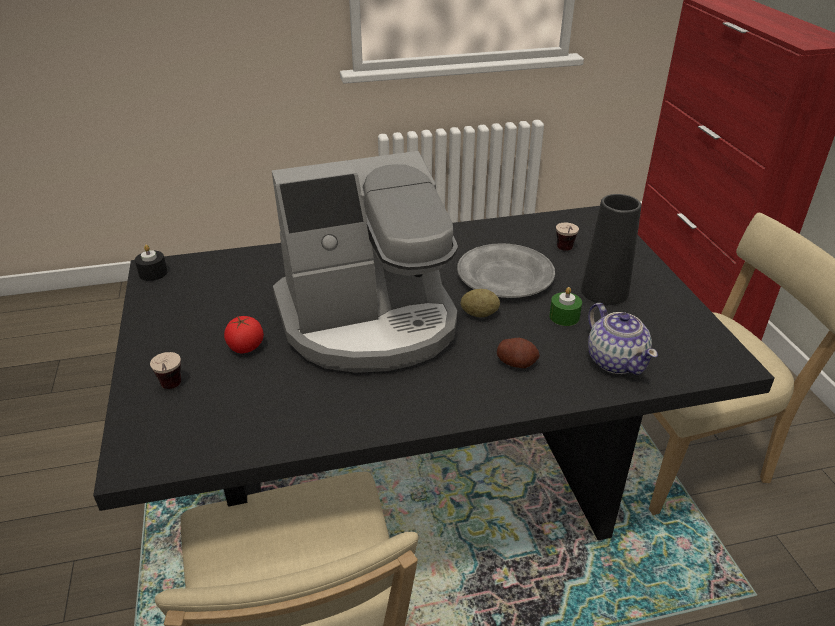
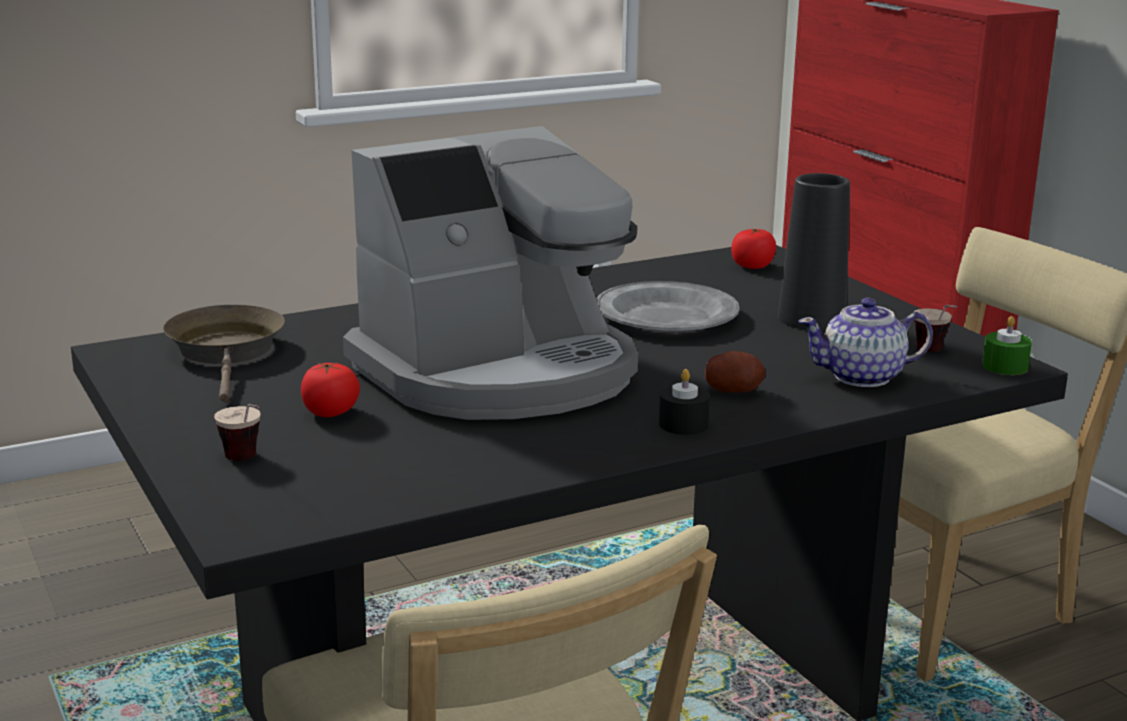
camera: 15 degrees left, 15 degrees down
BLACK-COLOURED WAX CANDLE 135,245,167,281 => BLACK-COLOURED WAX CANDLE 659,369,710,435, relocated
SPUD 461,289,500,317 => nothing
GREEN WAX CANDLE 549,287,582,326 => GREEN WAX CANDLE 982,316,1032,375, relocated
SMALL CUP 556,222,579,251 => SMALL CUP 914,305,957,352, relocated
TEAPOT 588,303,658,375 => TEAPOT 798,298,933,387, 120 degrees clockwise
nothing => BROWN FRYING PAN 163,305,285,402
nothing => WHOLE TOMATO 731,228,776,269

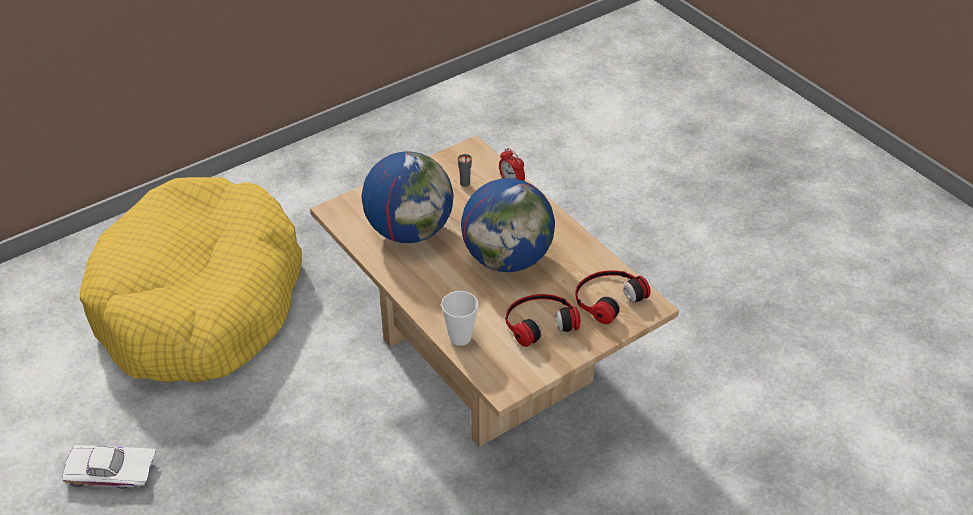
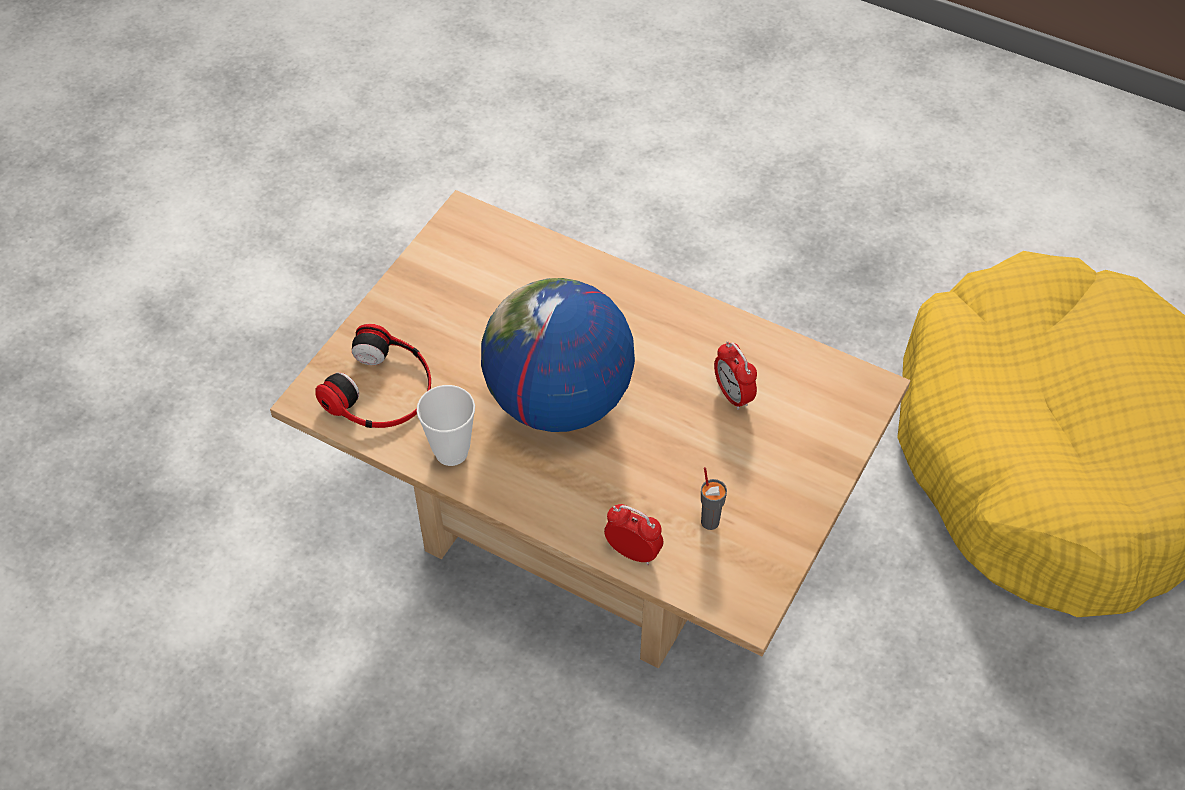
camera: 155 degrees right, 10 degrees up
WHITISH TOY CAR 62,445,156,489 => nothing
GLOBE 362,151,454,243 => BEDSIDE CLOCK 714,341,757,410
SMALL CUP 441,291,478,346 => SMALL CUP 417,385,475,466, relocated
HEADSET 505,294,581,347 => nothing

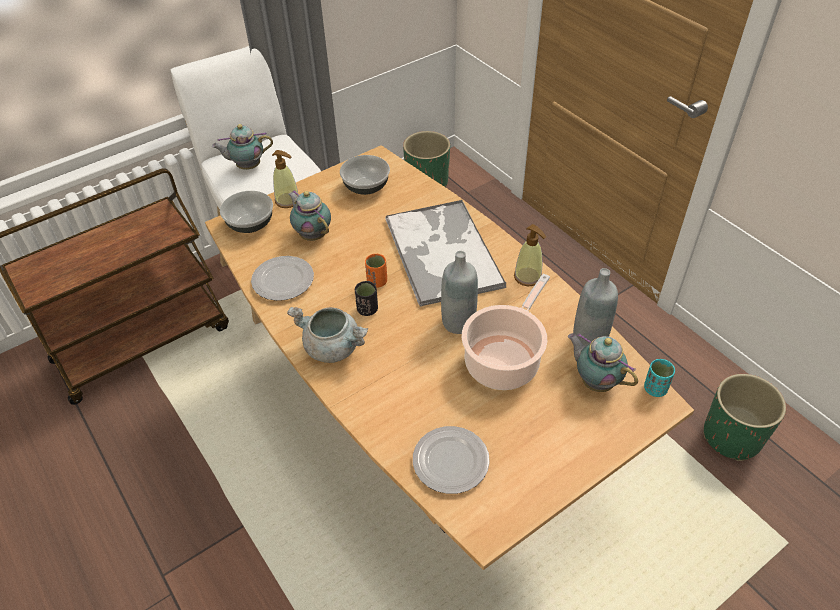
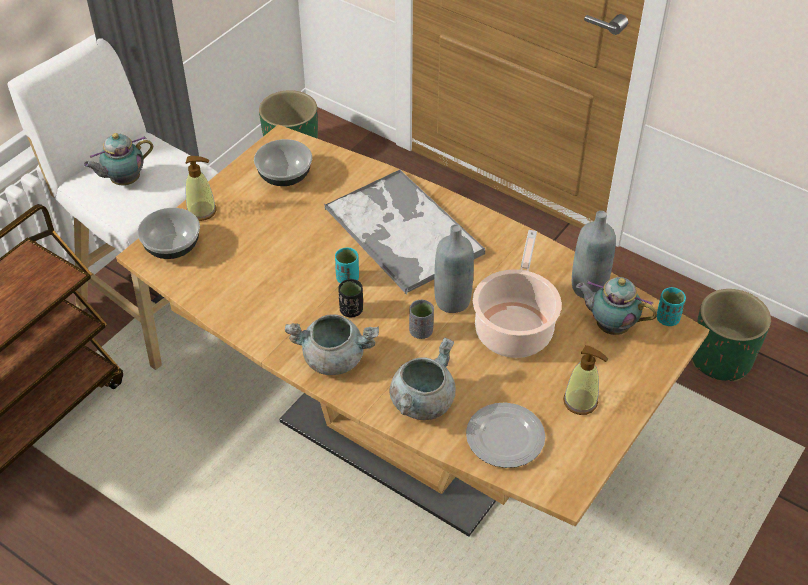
camera: 20 degrees left, 0 degrees up
FLAT DISH 251,256,314,301 => nothing
TEAPOT 288,190,331,241 => nothing
ORANGE-COLOURED SMALL CUP 365,254,387,288 => TURQUOISE-COLOURED SMALL CUP 335,248,359,283
LIQUID SOAP BOTTLE 514,224,546,286 => LIQUID SOAP BOTTLE 563,345,608,415, relocated
nothing => GRAY SAUCEPOT 389,337,456,420
nothing => GRAY SMALL CUP 409,300,434,339

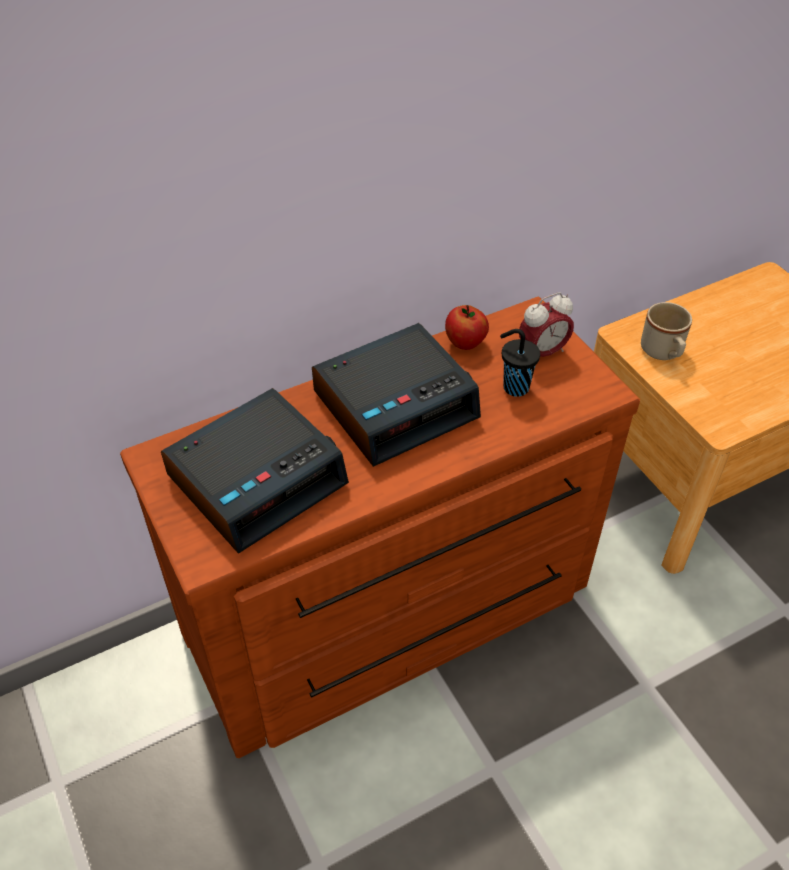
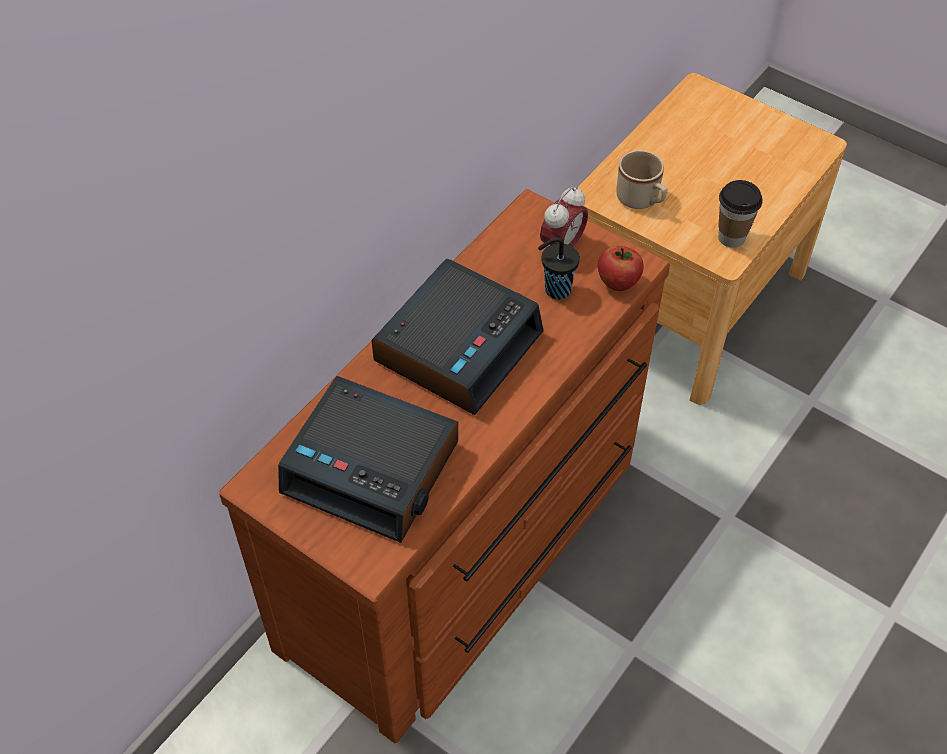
camera: 25 degrees left, 5 degrees up
BEDSIDE CLOCK 161,388,349,554 => BEDSIDE CLOCK 278,376,458,543, 90 degrees clockwise
APPLE 445,305,489,350 => APPLE 598,246,644,291, relocated
nothing => SMALL CUP 718,180,762,248

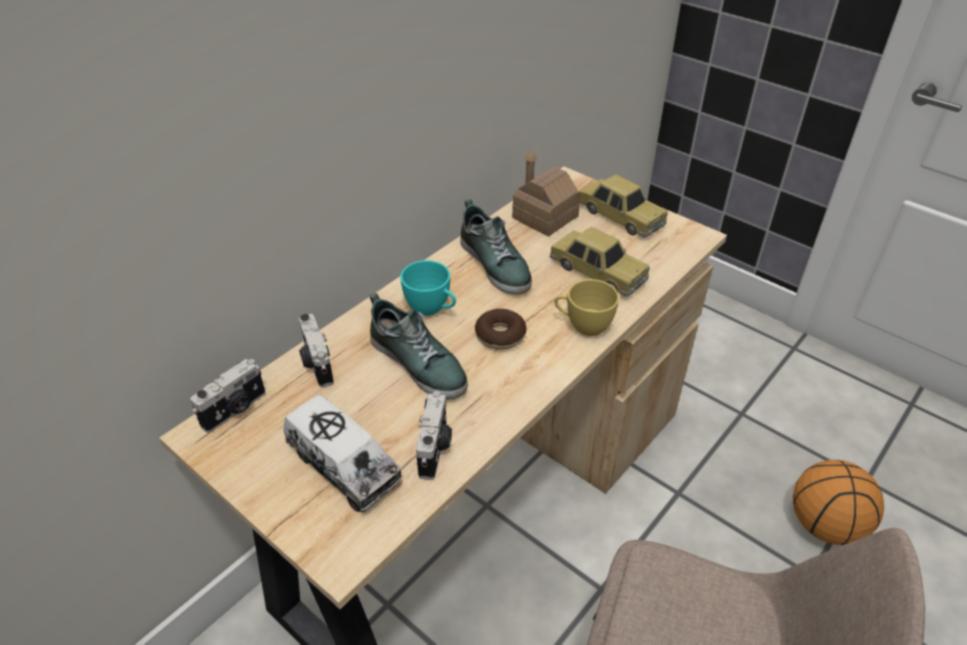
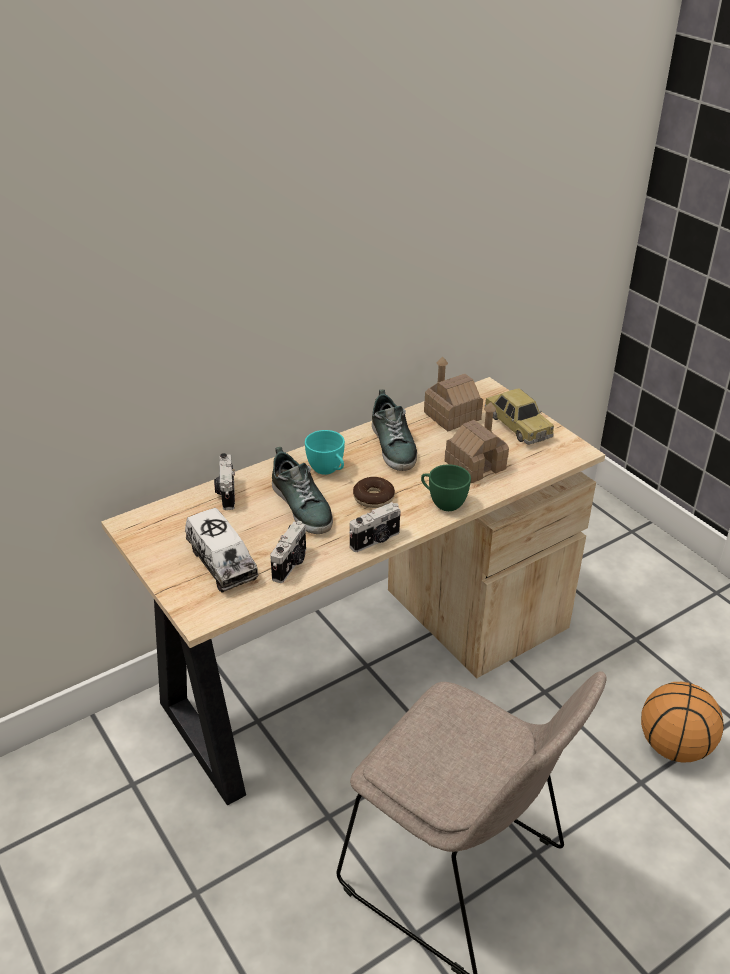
camera: 15 degrees right, 5 degrees down
PHOTO CAMERA 190,359,266,433 => PHOTO CAMERA 349,502,401,552, relocated
TOY CAR 550,227,650,297 => MINIATURE HOUSE 445,402,509,483
YELLOW SMALL CUP 554,279,619,336 => GREEN SMALL CUP 421,464,471,511

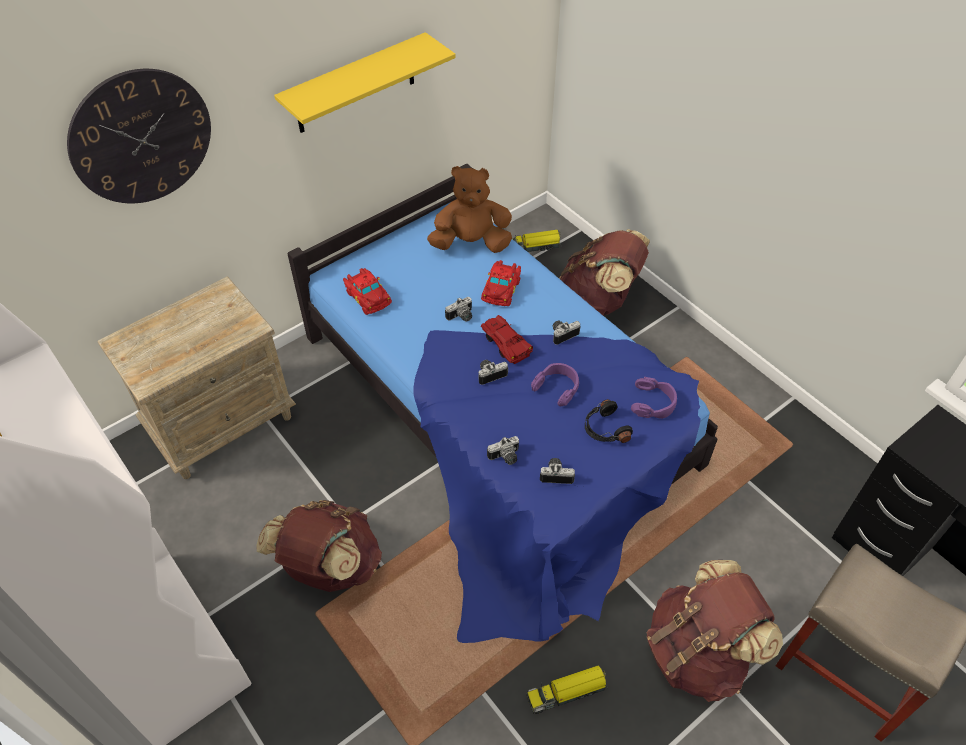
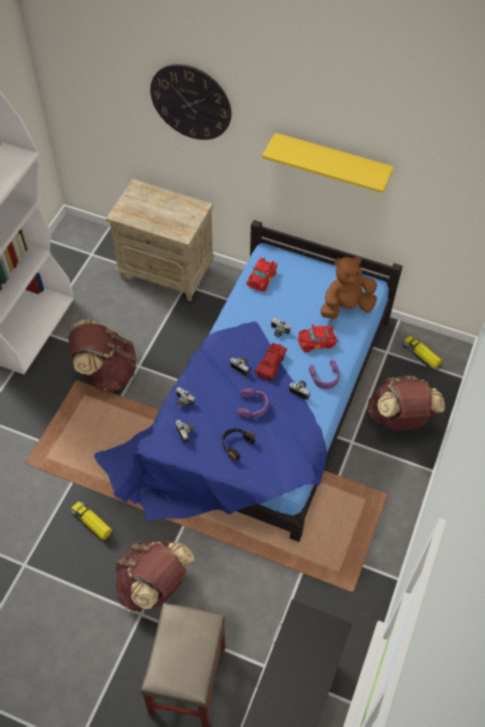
camera: 60 degrees right, 5 degrees up
BROWN PLUSH TOY 427,166,512,253 => BROWN PLUSH TOY 320,256,377,319, 75 degrees counterclockwise
PURPLISH HEADSET 631,377,677,419 => PURPLISH HEADSET 309,360,340,389, relocated

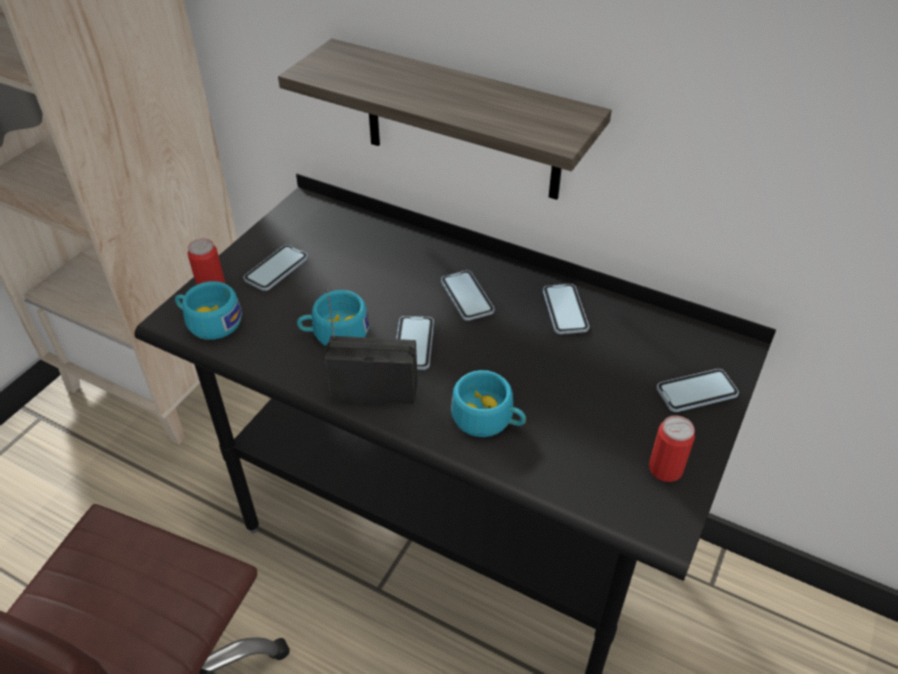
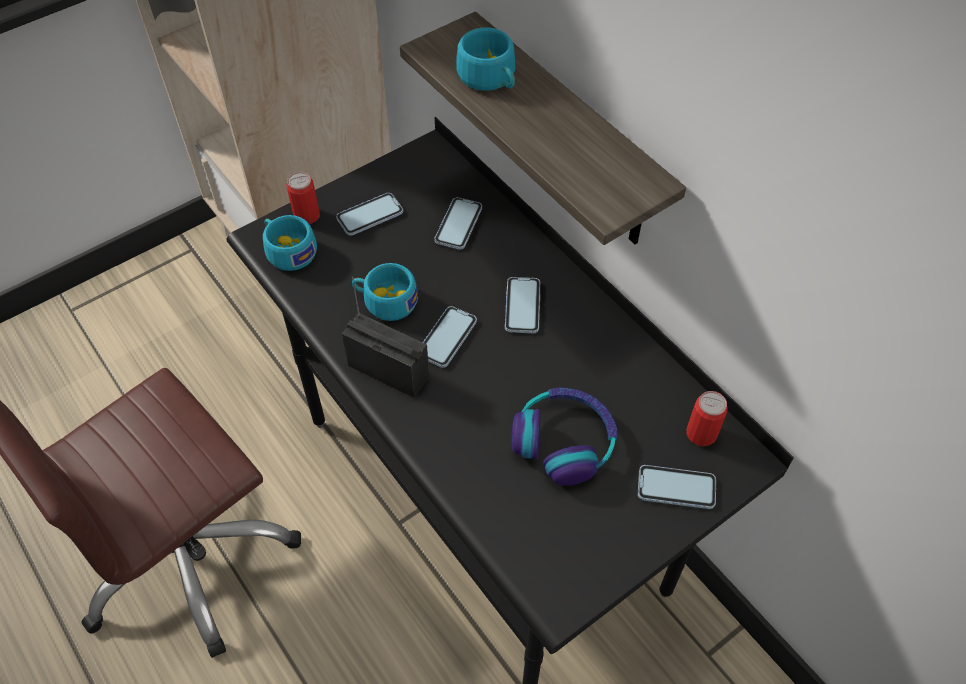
camera: 25 degrees right, 10 degrees up
TURQUOISE-COLOURED SMALL CUP 451,370,526,437 => TURQUOISE-COLOURED SMALL CUP 456,27,515,91, relocated
TELEPHONE 543,284,589,334 => TELEPHONE 434,197,482,250, relocated
CAN 649,415,695,482 => CAN 686,391,728,446, relocated
nothing => HEADSET 512,387,617,485

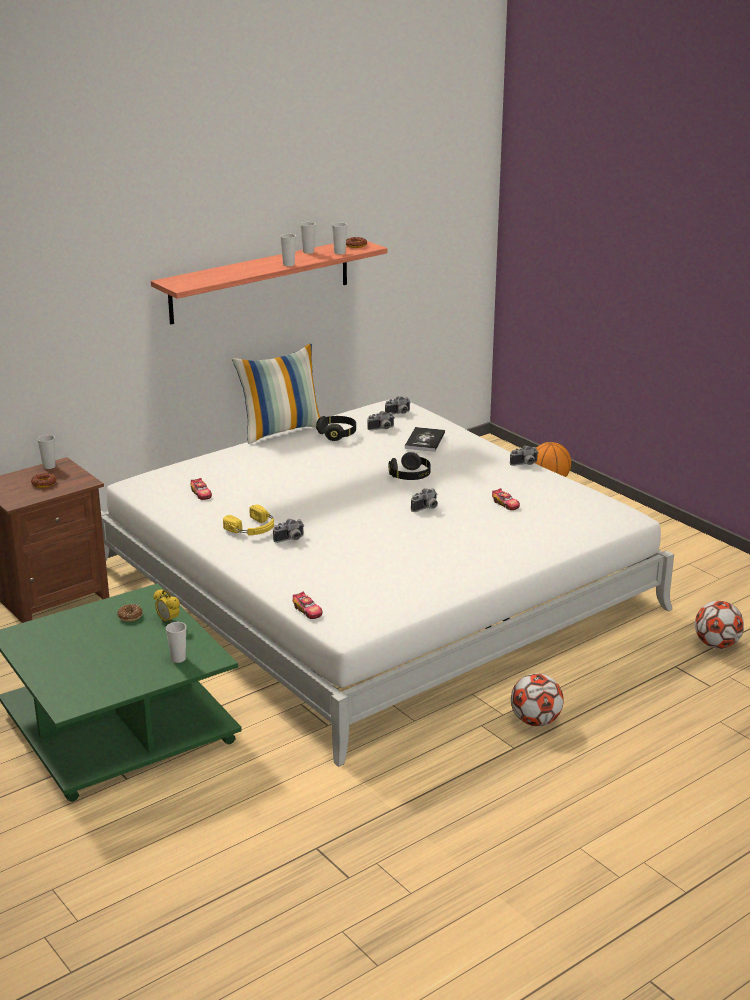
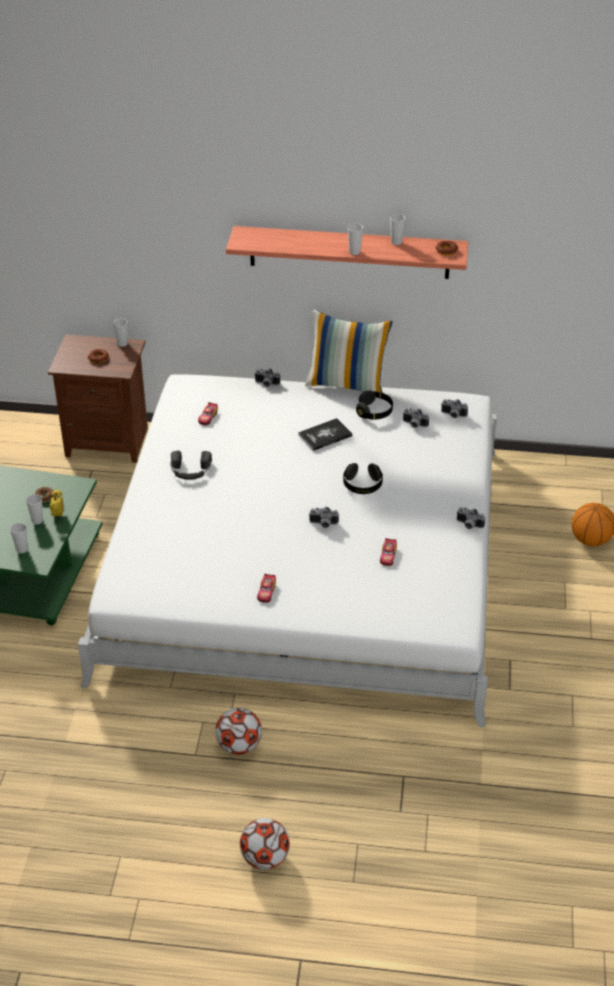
camera: 45 degrees right, 15 degrees up
YELLOW HEADSET 223,504,274,535 => BLACK-COLOURED HEADSET 171,450,212,480
PHOTO CAMERA 273,519,305,543 => PHOTO CAMERA 254,368,280,387, relocated
TOY CAR 293,591,323,619 => TOY CAR 257,574,276,603, relocated
SMALL CUP 332,223,348,254 => SMALL CUP 26,494,43,524, relocated
BOUND BOOK 405,427,445,452 => BOUND BOOK 298,418,353,451, relocated
FOOTBALL 695,601,744,649 => FOOTBALL 240,818,290,870, relocated

